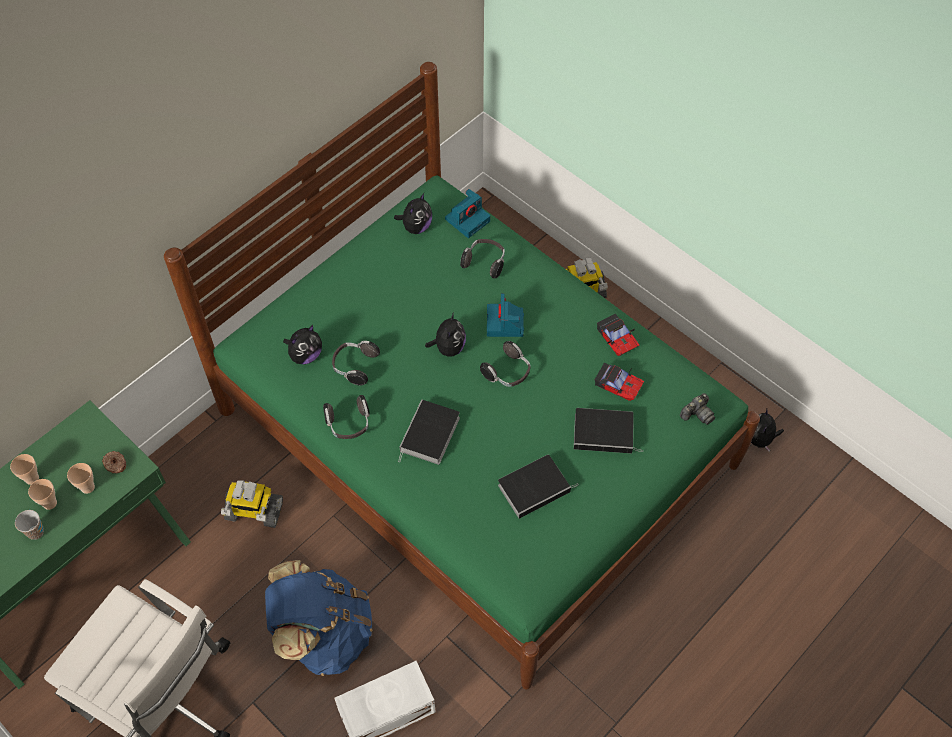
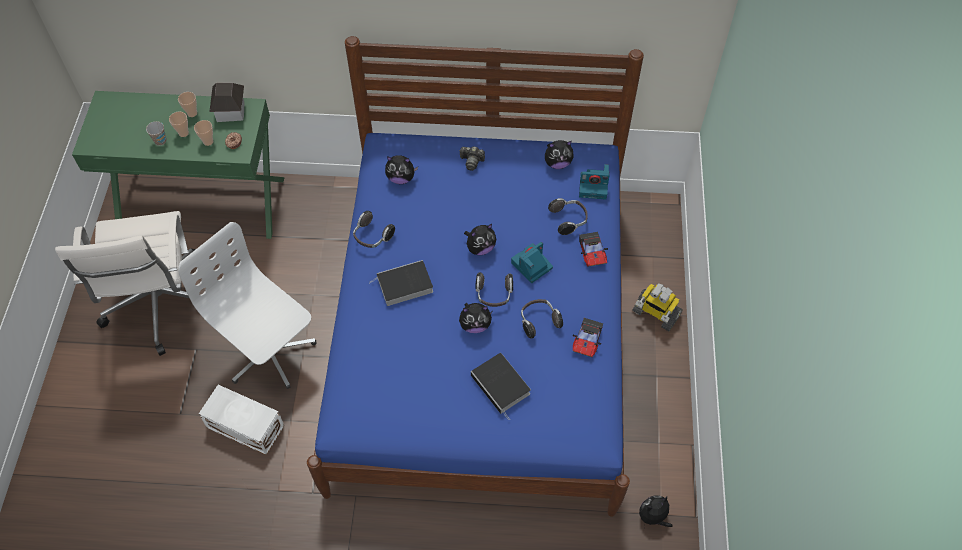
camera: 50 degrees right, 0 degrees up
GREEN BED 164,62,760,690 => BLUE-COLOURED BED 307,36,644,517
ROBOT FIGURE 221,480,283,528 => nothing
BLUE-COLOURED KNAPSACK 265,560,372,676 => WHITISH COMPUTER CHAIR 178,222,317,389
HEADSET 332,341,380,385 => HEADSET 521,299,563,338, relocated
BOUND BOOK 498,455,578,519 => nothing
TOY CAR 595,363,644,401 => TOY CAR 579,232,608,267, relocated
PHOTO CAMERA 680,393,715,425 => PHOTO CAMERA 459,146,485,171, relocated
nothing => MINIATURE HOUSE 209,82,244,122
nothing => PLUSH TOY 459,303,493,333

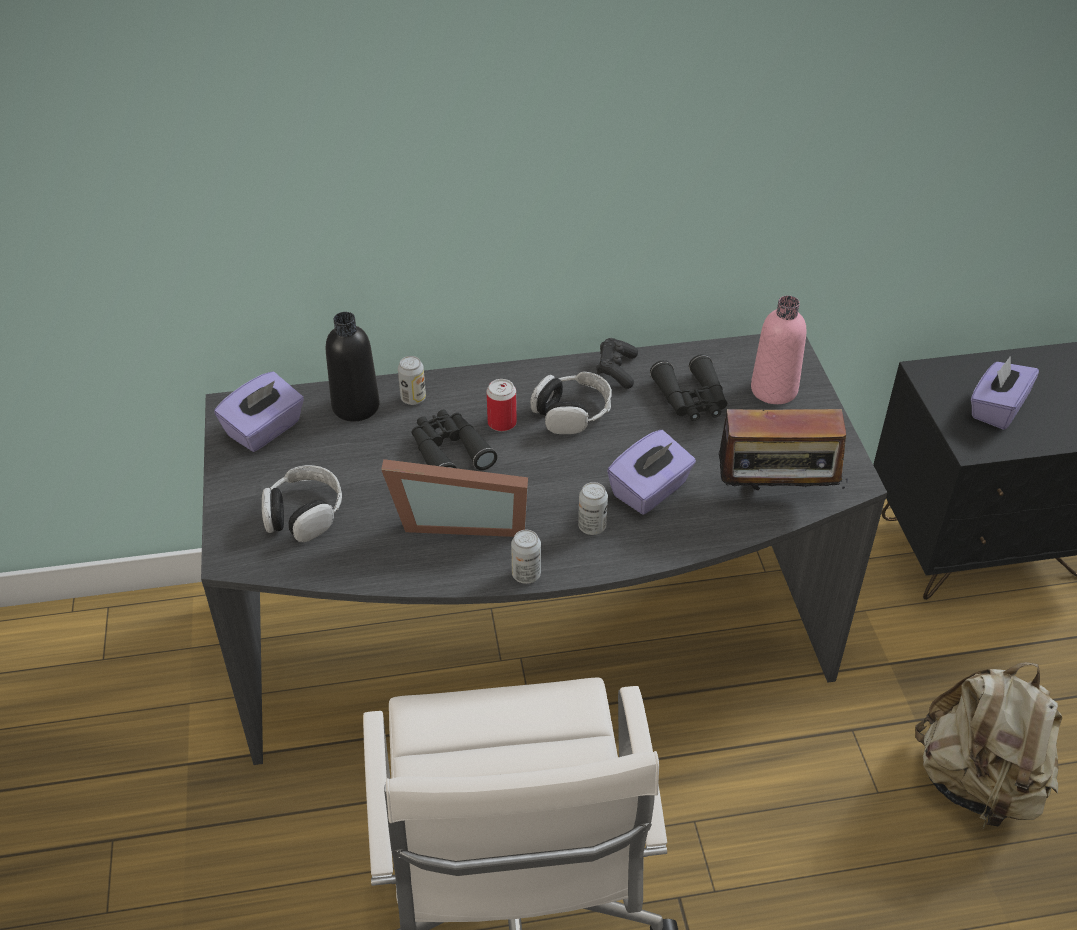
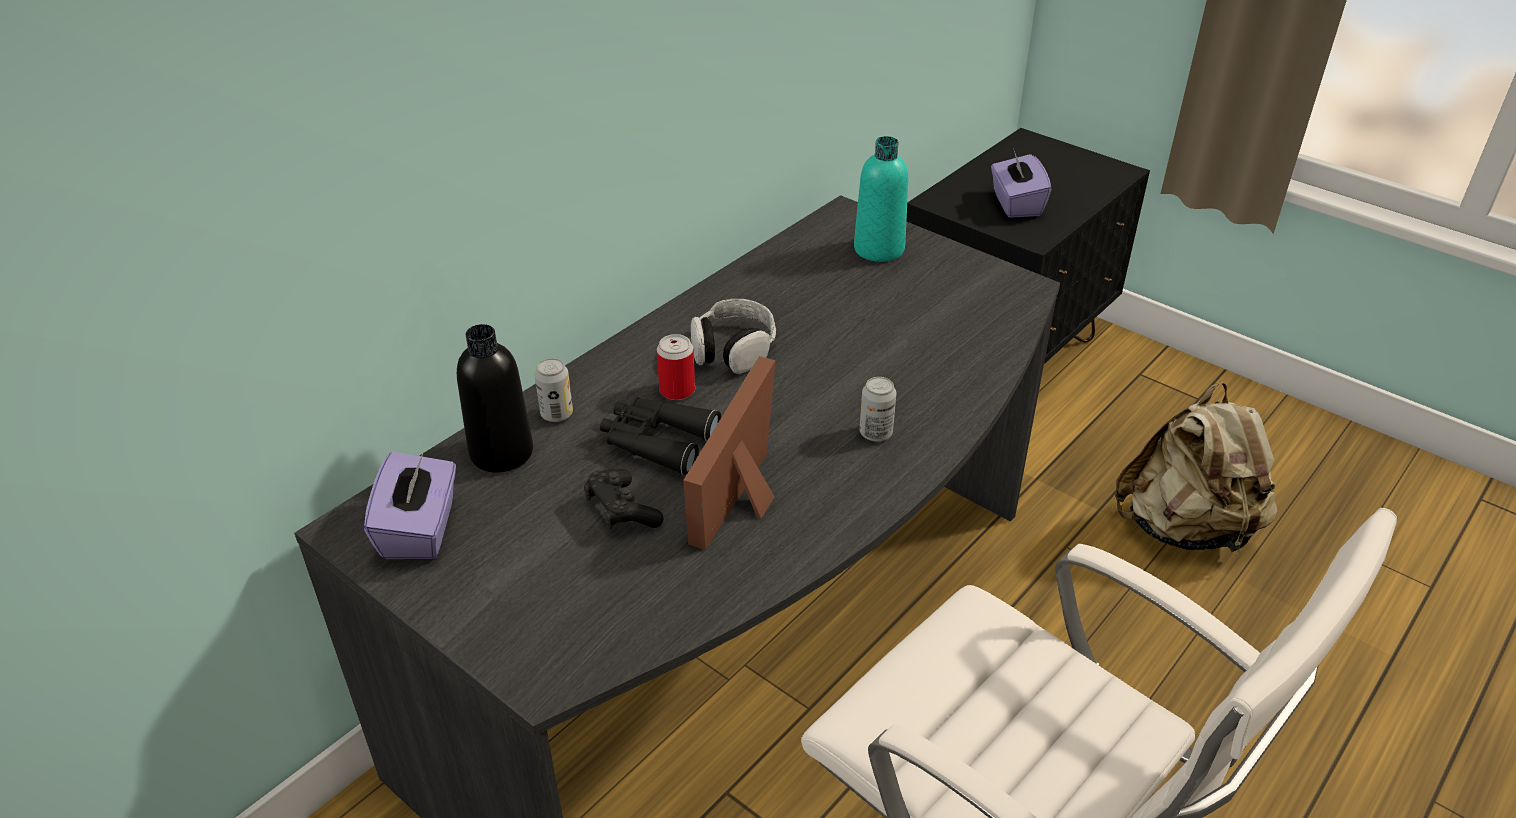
camera: 40 degrees left, 5 degrees down
HEADSET 262,465,342,542 => nothing
PICTURE FRAME 381,459,528,537 => PICTURE FRAME 683,356,776,550, 150 degrees clockwise
CAN 511,530,541,584 => nothing
BLACK-COLOURED GAME CONTROLLER 596,338,638,389 => BLACK-COLOURED GAME CONTROLLER 584,469,664,529, relocated
PURPLISH TISSUE BOX 607,430,696,515 => nothing
BLACK-COLOURED FIELD GLASSES 650,354,727,421 => nothing
RADIO 718,409,848,506 => nothing
PINKISH BEVERAGE BOTTLE 751,296,807,404 => TURQUOISE-COLOURED BEVERAGE BOTTLE 854,136,908,262

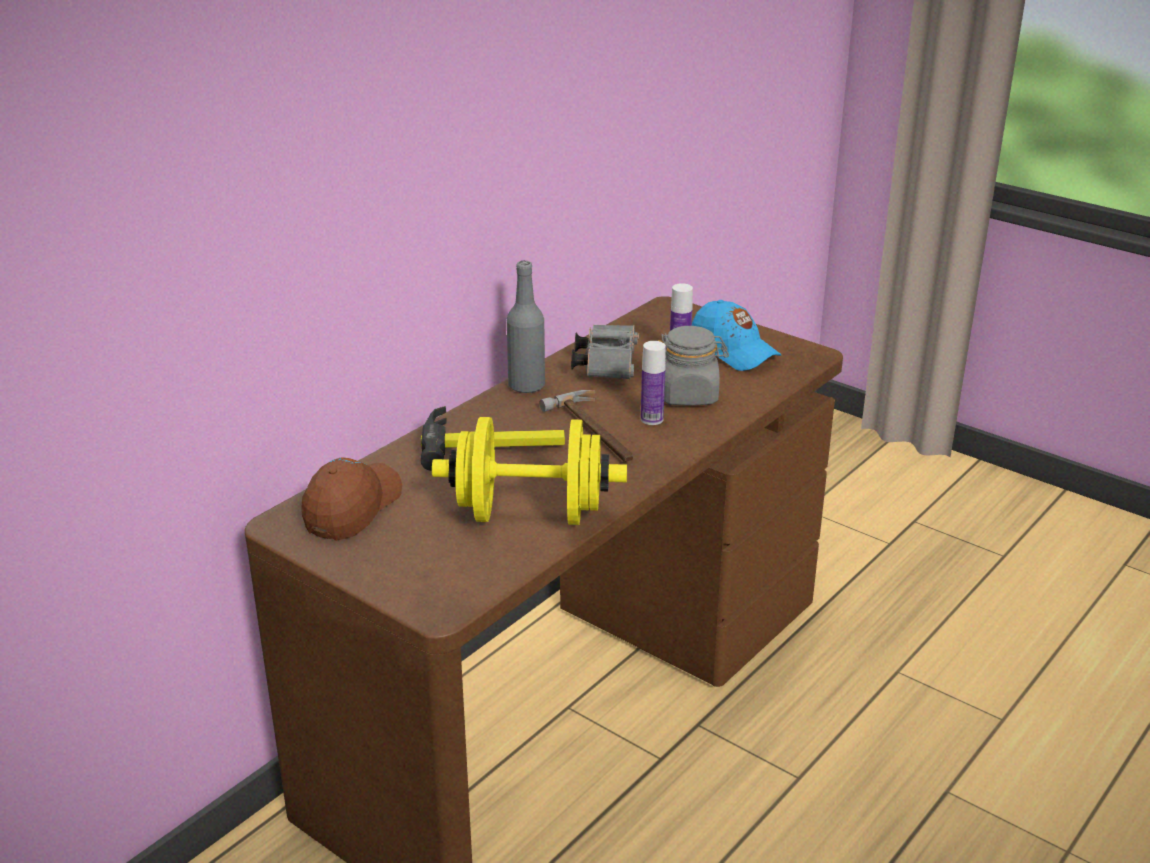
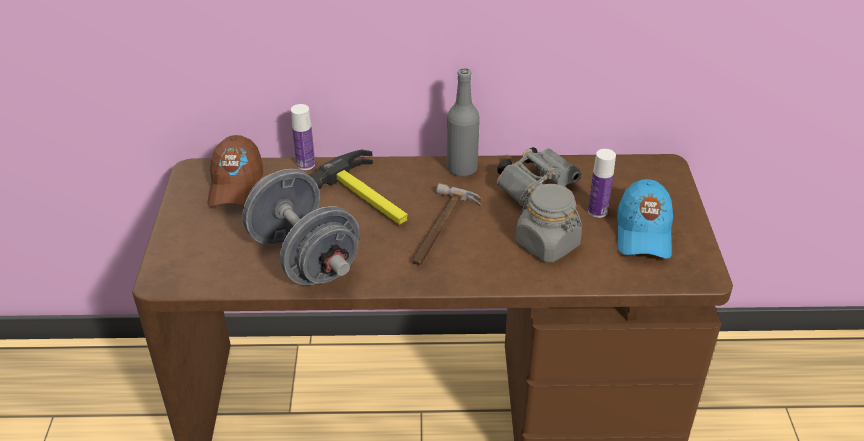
camera: 50 degrees right, 10 degrees up
BROWN CAP 301,457,402,541 => BROWN CAP 207,135,264,207, 105 degrees clockwise
YELLOW HAND WEIGHT 432,417,627,525 => GRAY HAND WEIGHT 242,169,360,285
BEVERAGE BOTTLE 641,341,666,425 => BEVERAGE BOTTLE 291,104,315,170, relocated

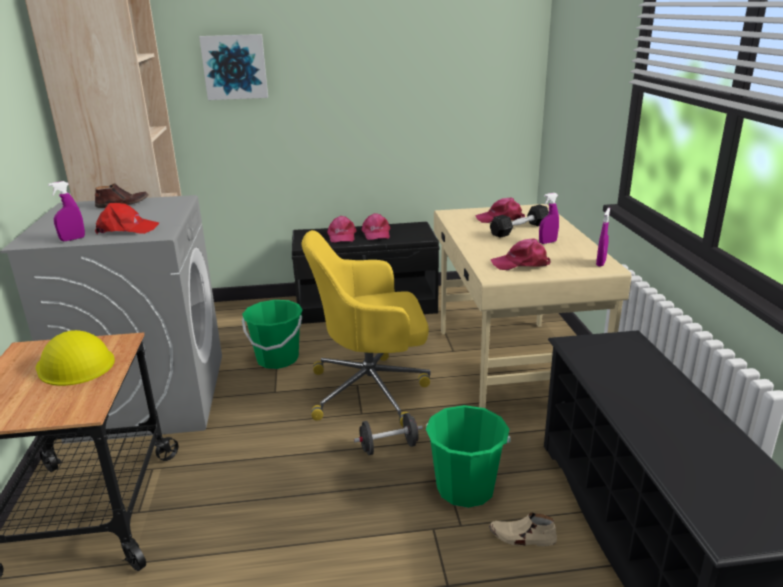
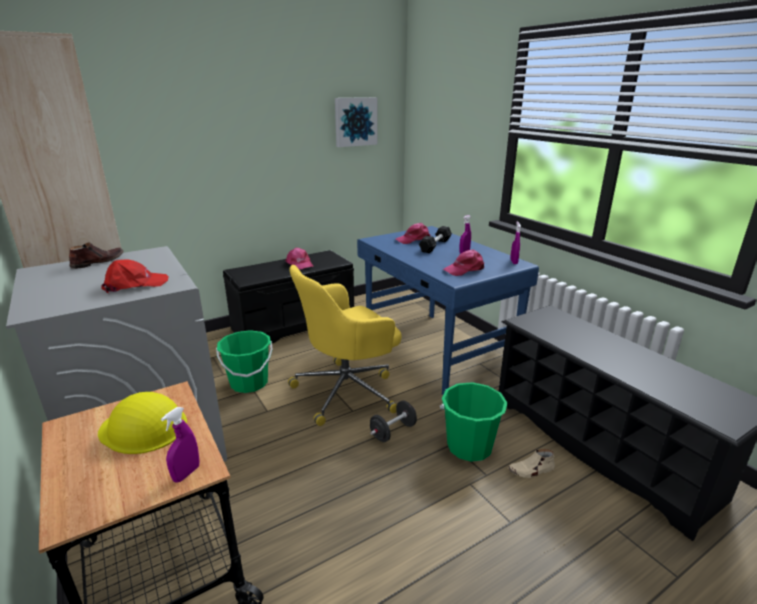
camera: 25 degrees left, 0 degrees up
PURPLISH HAND SPRAYER 48,181,85,241 => PURPLISH HAND SPRAYER 161,407,199,483, relocated
PICTURE 199,34,268,100 => PICTURE 335,97,377,147, relocated
PINKISH CAP 327,216,357,242 => nothing
BEIGE-COLOURED DESK UNIT 434,204,632,409 => BLUE-COLOURED DESK UNIT 357,226,539,395

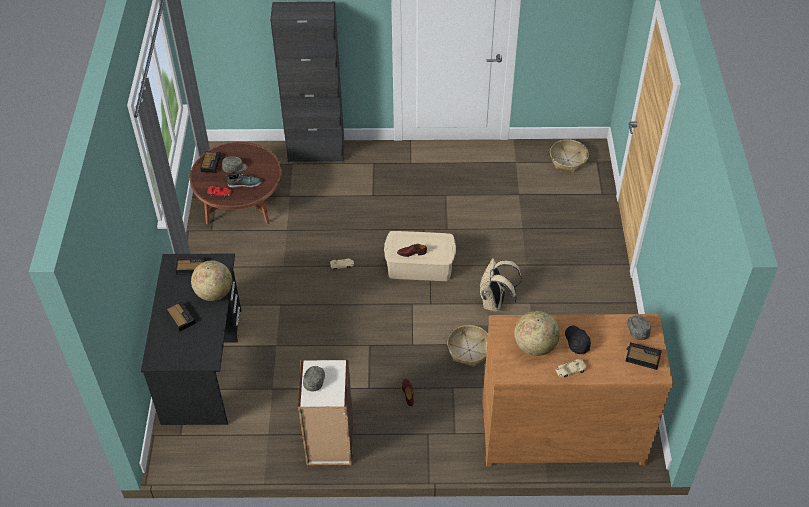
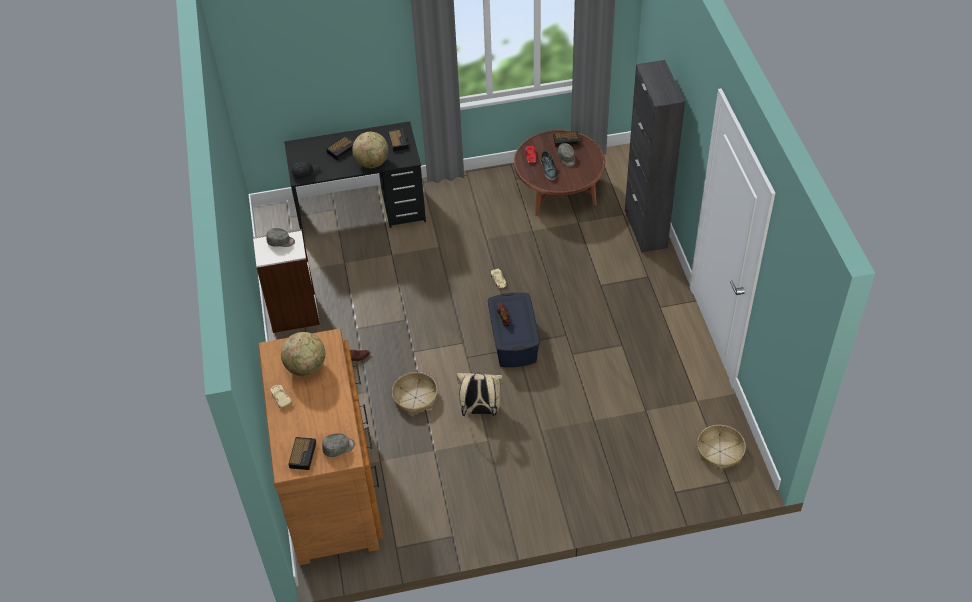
camera: 80 degrees right, 0 degrees up
BEIGE-COLOURED STORAGE CONTAINER 384,231,456,281 => BLUE-COLOURED STORAGE CONTAINER 488,293,540,367
BLACK-COLOURED CAP 565,325,591,354 => BLACK-COLOURED CAP 291,161,320,179, relocated

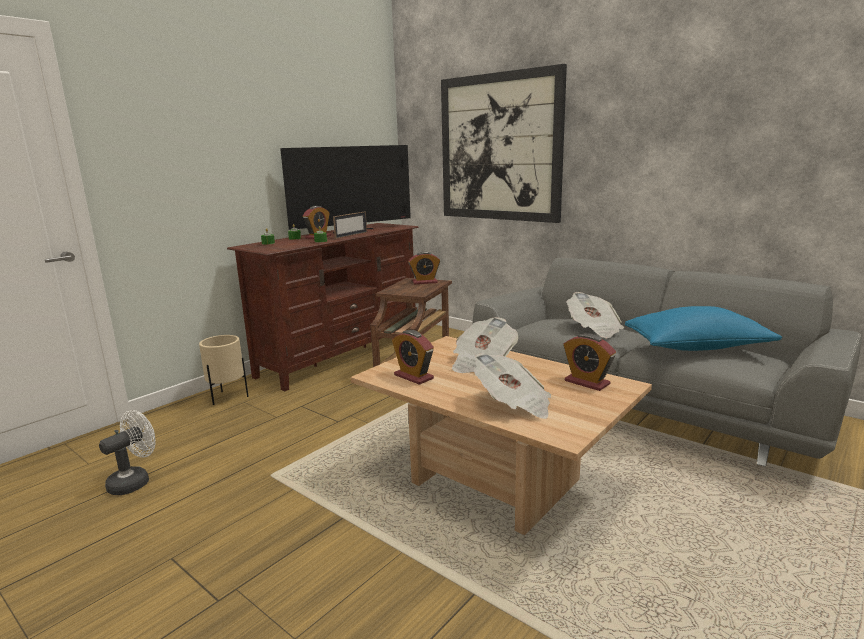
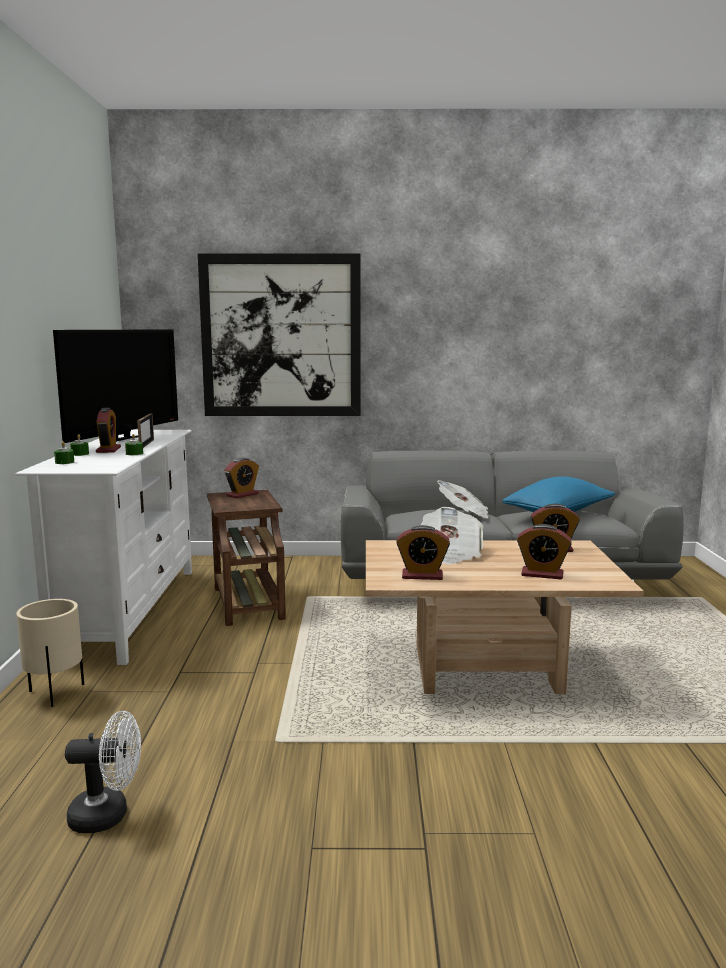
camera: 40 degrees left, 5 degrees down
WHITISH COOLING FAN 99,410,156,495 => WHITISH COOLING FAN 65,711,141,833, 90 degrees clockwise
BROWN TV UNIT 227,223,418,391 => WHITISH TV UNIT 15,430,192,665
PRINTED PAPER 474,353,551,419 => BEDSIDE CLOCK 517,524,572,580

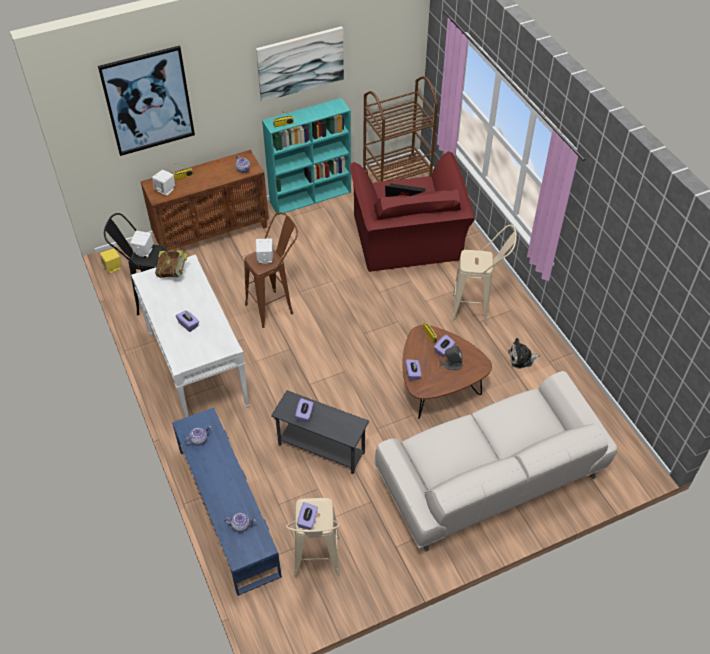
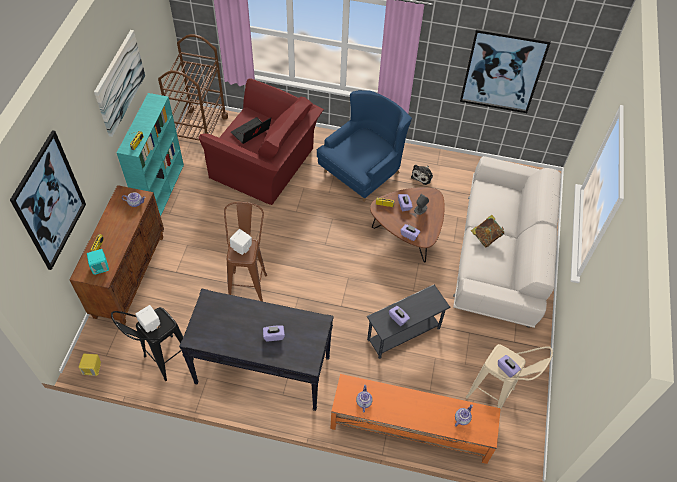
camera: 55 degrees left, 5 degrees up
WHITISH HALL TABLE 131,254,249,418 => BLACK-COLOURED HALL TABLE 179,288,334,411
WHITISH SPEAKER 152,170,175,196 => TURQUOISE-COLOURED SPEAKER 87,249,109,275
BOUND BOOK 155,250,188,278 => BOUND BOOK 471,215,504,247, relocated
BLUE-COLOURED TV UNIT 172,407,282,596 => ORANGE-COLOURED TV UNIT 330,374,501,464
BEIGE-COLOURED STOOL SEAT 451,225,517,325 => BLUE-COLOURED EASY CHAIR 317,90,412,202
nothing => PICTURE 460,28,551,113

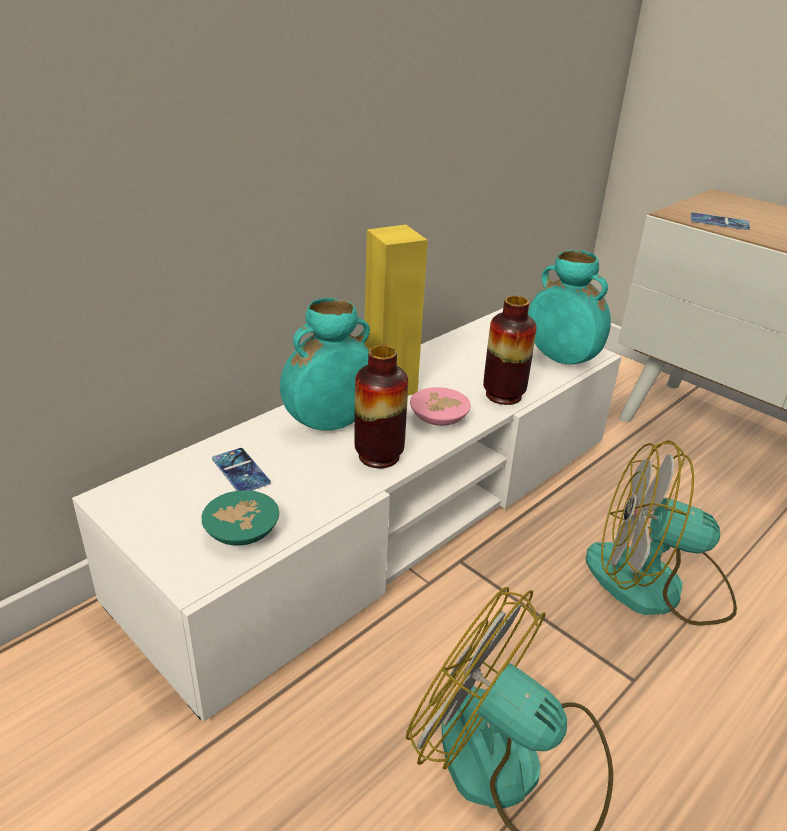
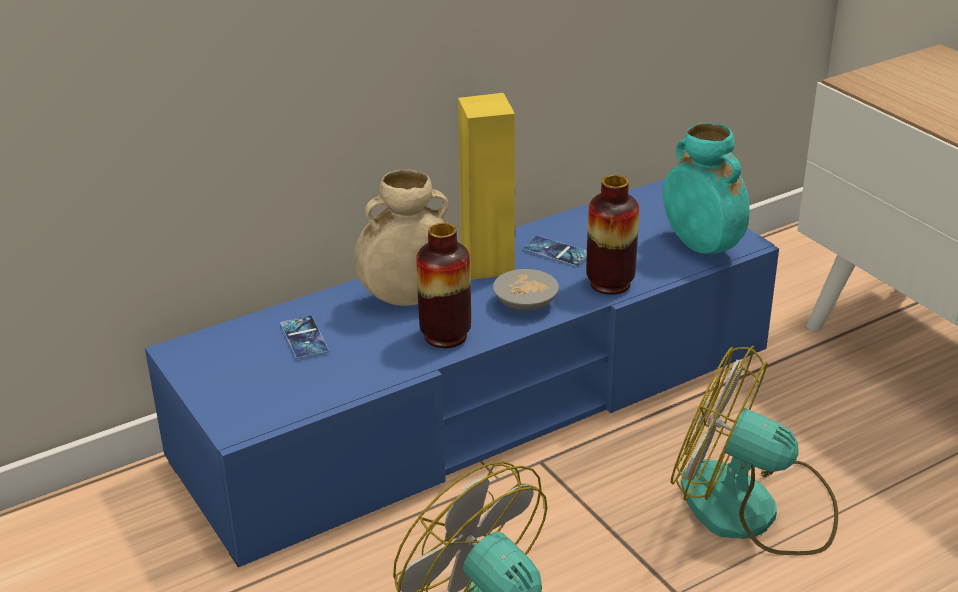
camera: 15 degrees right, 0 degrees up
WHITISH TV UNIT 72,308,621,721 => BLUE-COLOURED TV UNIT 145,179,779,567
TURQUOISE-COLOURED BOWL 201,490,279,546 => nothing
TURQUOISE-COLOURED DECORATIVE VASE 280,298,370,431 => BEIGE-COLOURED DECORATIVE VASE 354,169,448,306
PINKISH BOWL 410,387,471,426 => GRAY BOWL 493,269,559,311
TELEPHONE 691,212,750,230 => TELEPHONE 522,236,587,267, relocated

